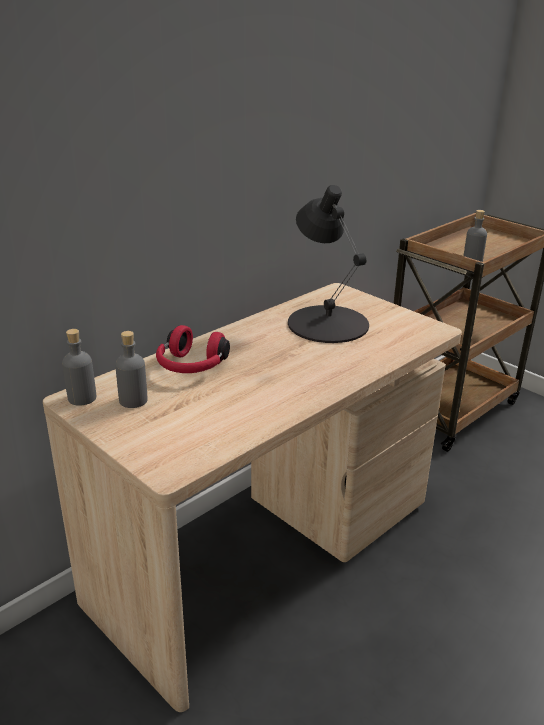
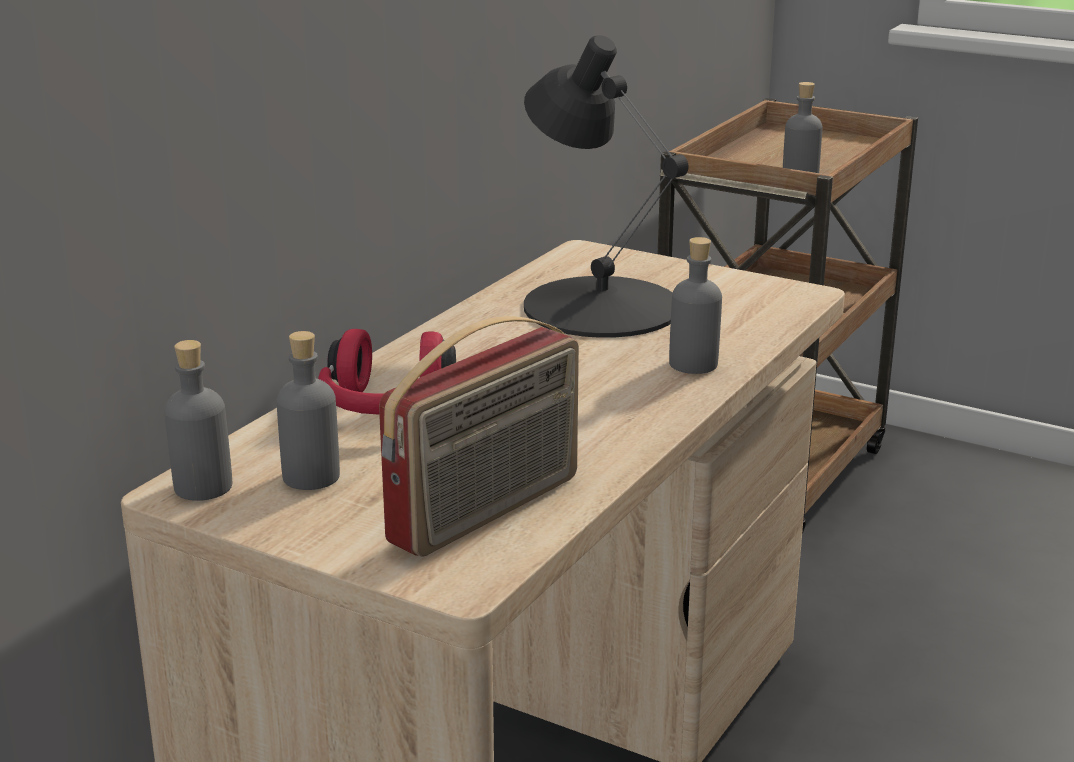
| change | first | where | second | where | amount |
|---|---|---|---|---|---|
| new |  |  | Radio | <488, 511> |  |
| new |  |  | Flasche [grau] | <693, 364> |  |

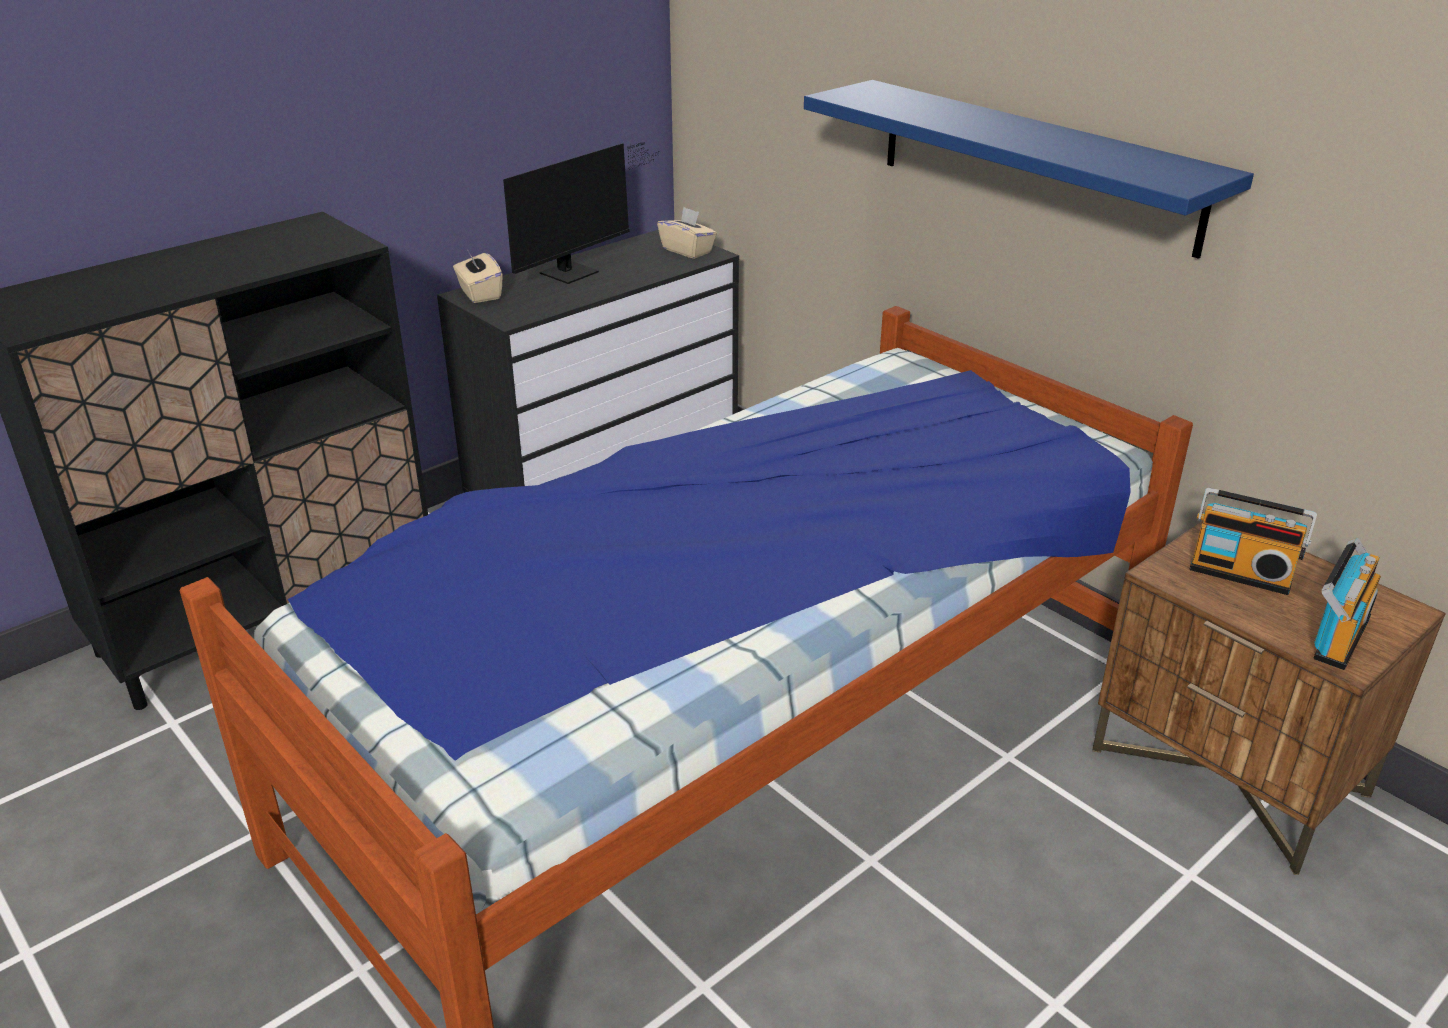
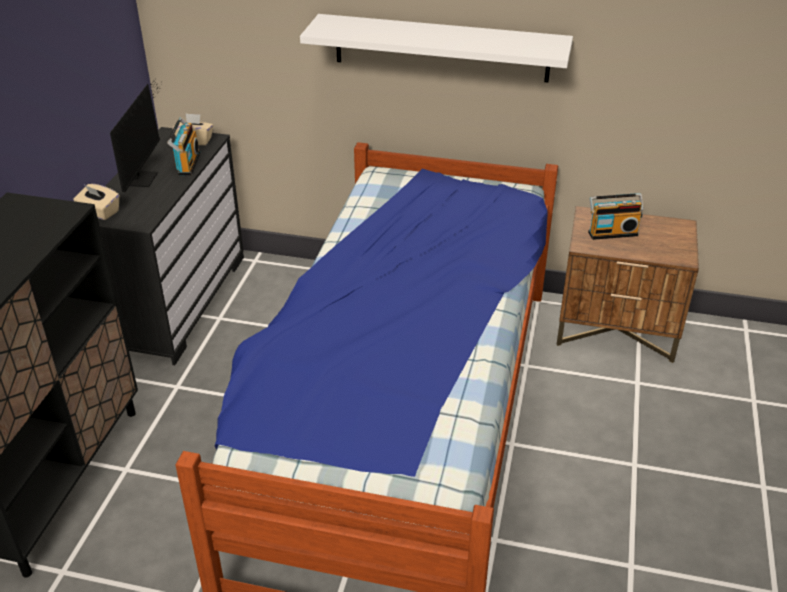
| change | first | where | second | where | amount |
|---|---|---|---|---|---|
| shifted | Radio | <1335, 636> |  | <187, 163> |  |
| repainted | Wandregal [blau] | <1035, 164> | Wandregal [weiß] | <441, 48> |  |

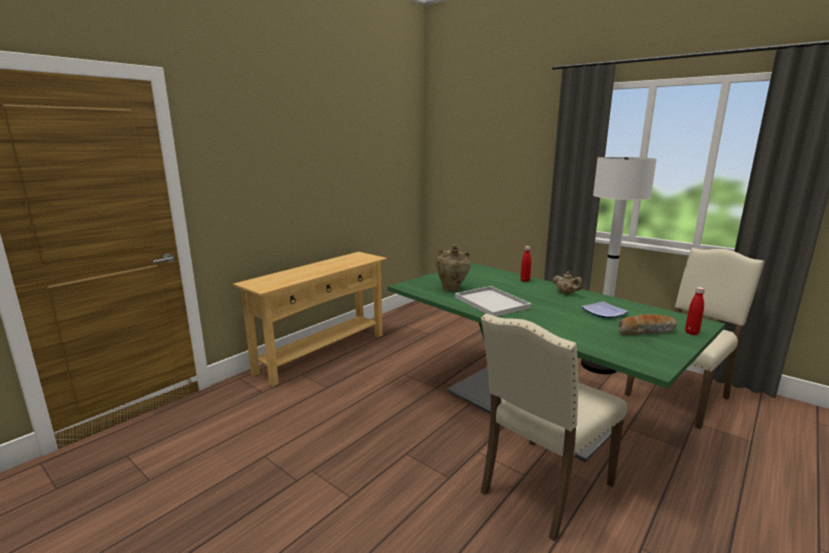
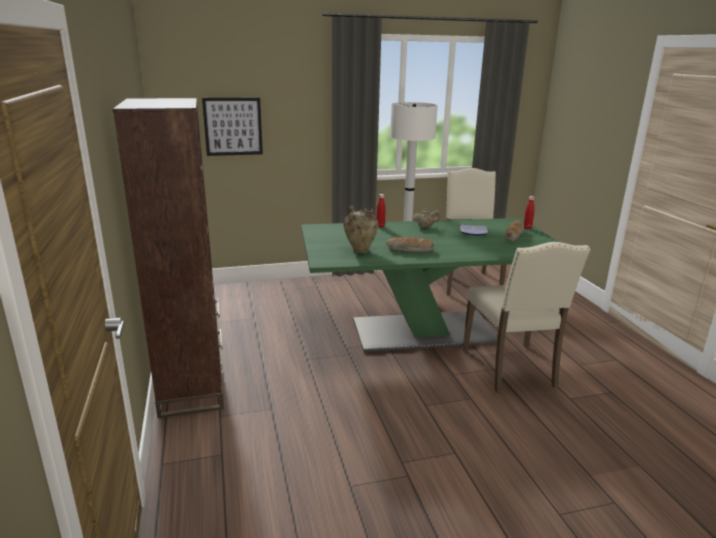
| change | first | where | second | where | amount |
|---|---|---|---|---|---|
| new |  |  | Bild | <233, 126> |  |
| swapped | Konsolentisch [beige] | <322, 352> | Bücherregal [braun] | <192, 387> |  |
| swapped | Tablett [weiß] | <490, 302> | Brot | <409, 250> |  |

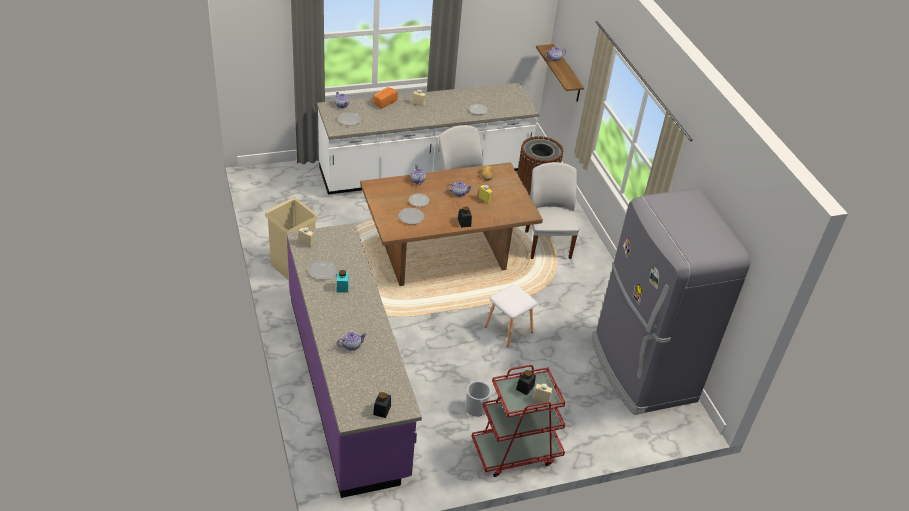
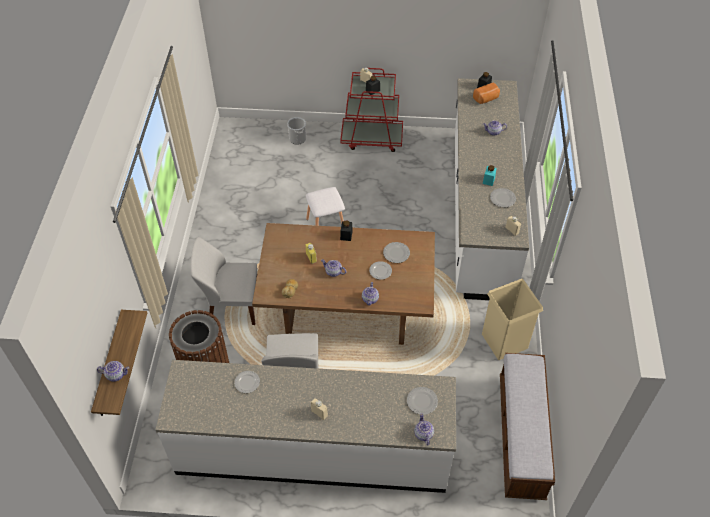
| change | first | where | second | where | amount |
|---|---|---|---|---|---|
| gone | Kühlschrank [grau] | <641, 370> |  |  |  |
| new |  |  | Bank | <520, 436> |  |
| shifted | Brot | <384, 102> |  | <486, 99> |  |
| shifted | Eimer | <476, 407> |  | <297, 138> |  |
| repainted | Küchenzeile [lila] | <347, 383> | Küchenzeile [weiß] | <480, 212> |  |
| rotated | Stuhl [weiß] | <547, 243> |  | <232, 306> | 75 degrees clockwise |

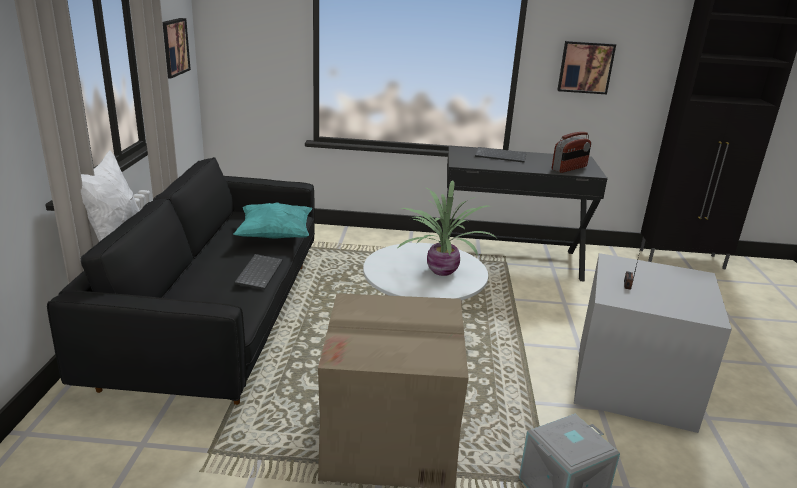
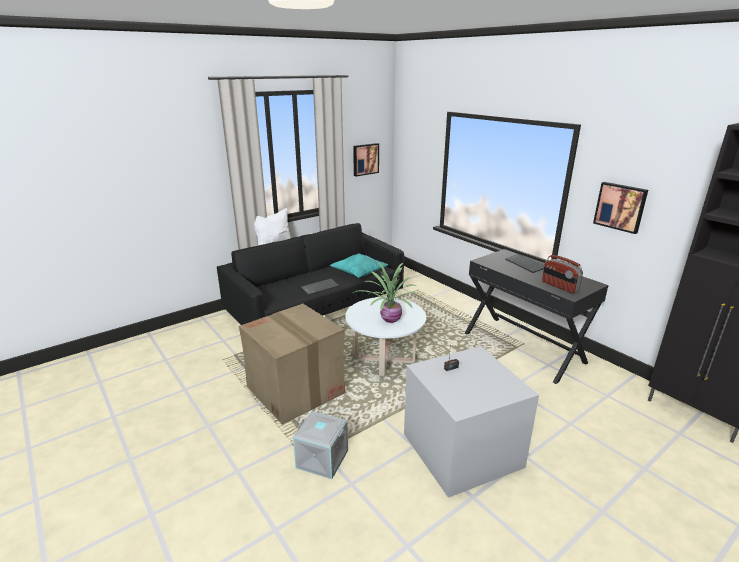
| change | first | where | second | where | amount |
|---|---|---|---|---|---|
| rotated | Radio | <569, 168> |  | <559, 286> | 45 degrees clockwise |

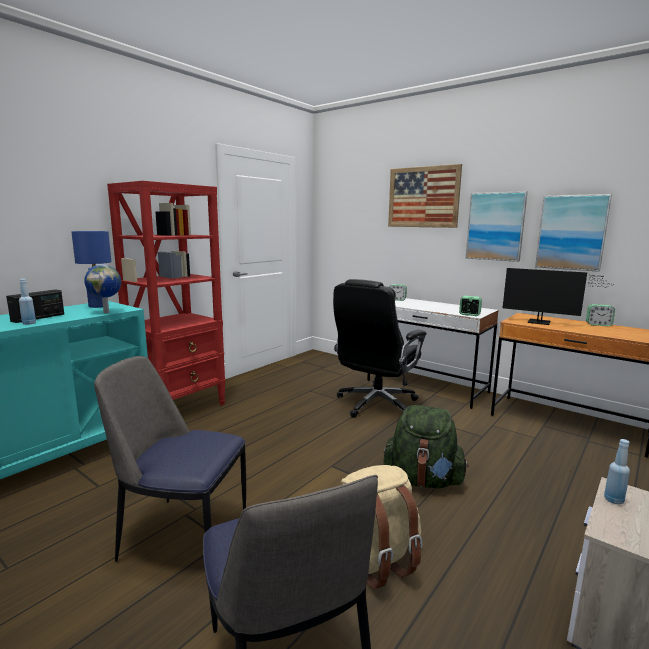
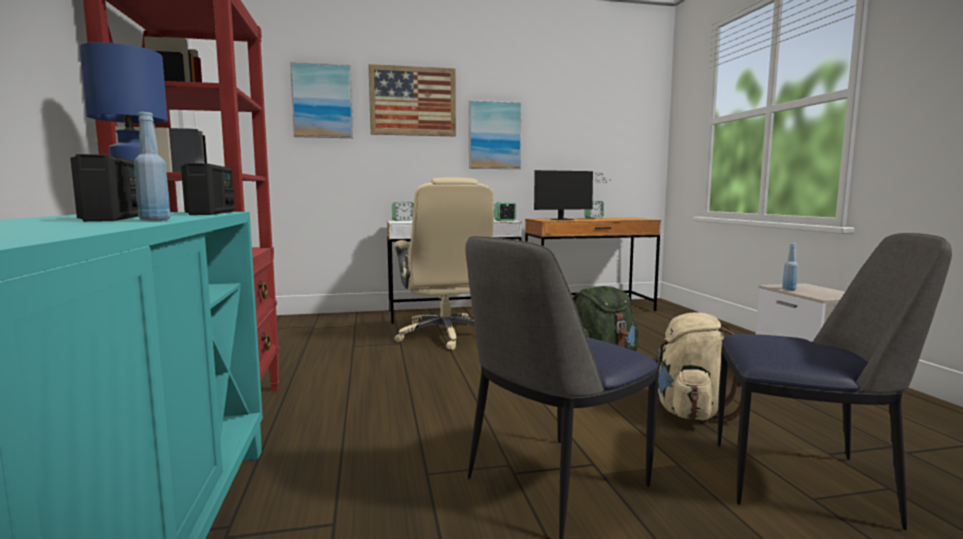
| change | first | where | second | where | amount |
|---|---|---|---|---|---|
| shifted | Bild | <571, 232> |  | <322, 101> |  |
| swapped | Globus | <106, 312> | Radio | <213, 213> |  |
| repainted | Bürostuhl [schwarz] | <376, 404> | Bürostuhl [beige] | <446, 336> |  |

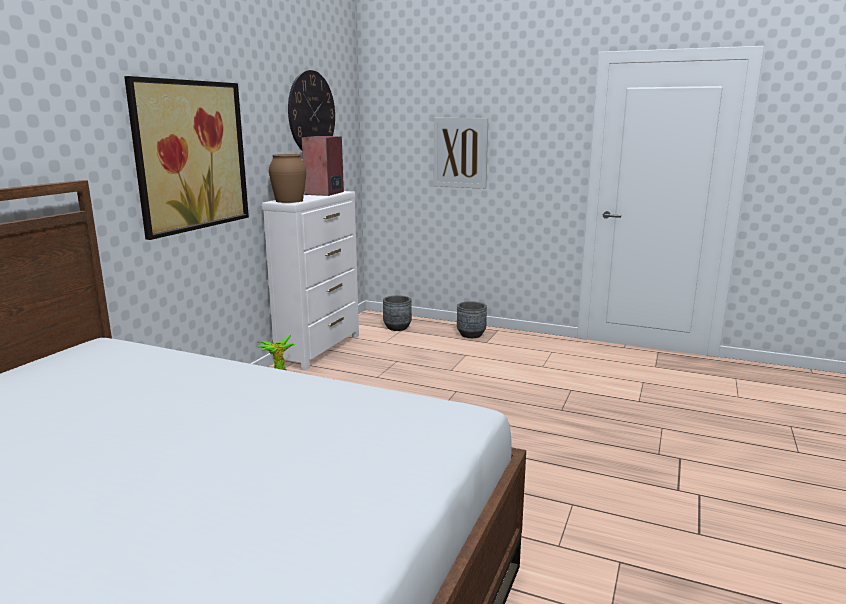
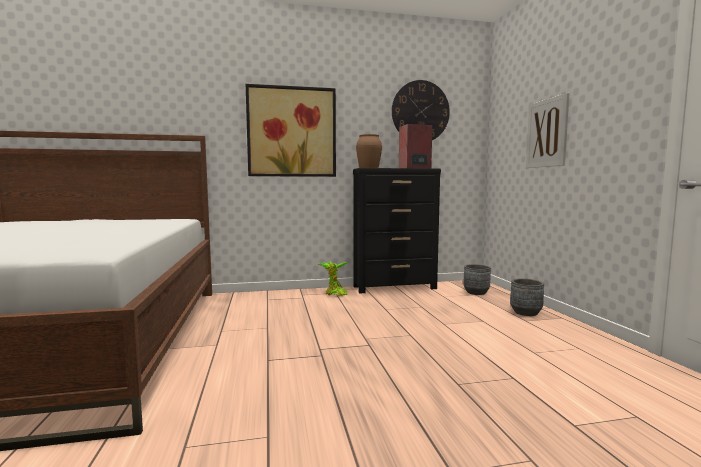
| change | first | where | second | where | amount |
|---|---|---|---|---|---|
| repainted | Kommode [weiß] | <320, 349> | Kommode [schwarz] | <395, 287> |  |

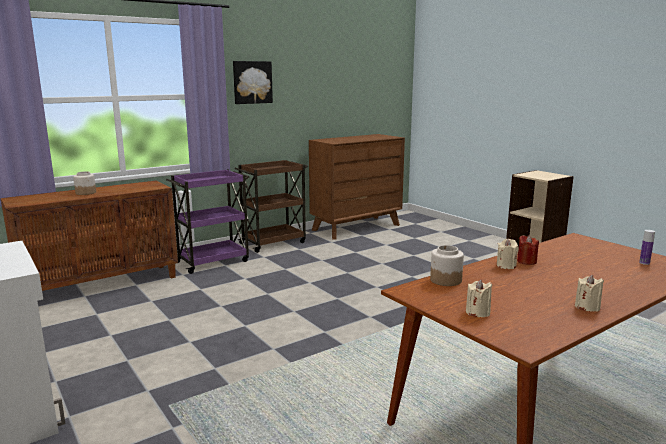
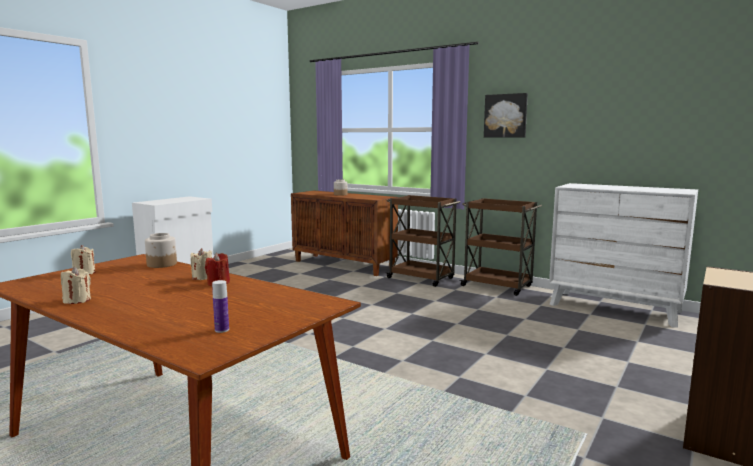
| change | first | where | second | where | amount |
|---|---|---|---|---|---|
| repainted | Rollwagen [lila] | <213, 261> | Rollwagen [braun] | <422, 278> |  |
| repainted | Kommode [braun] | <356, 227> | Kommode [weiß] | <614, 308> |  |

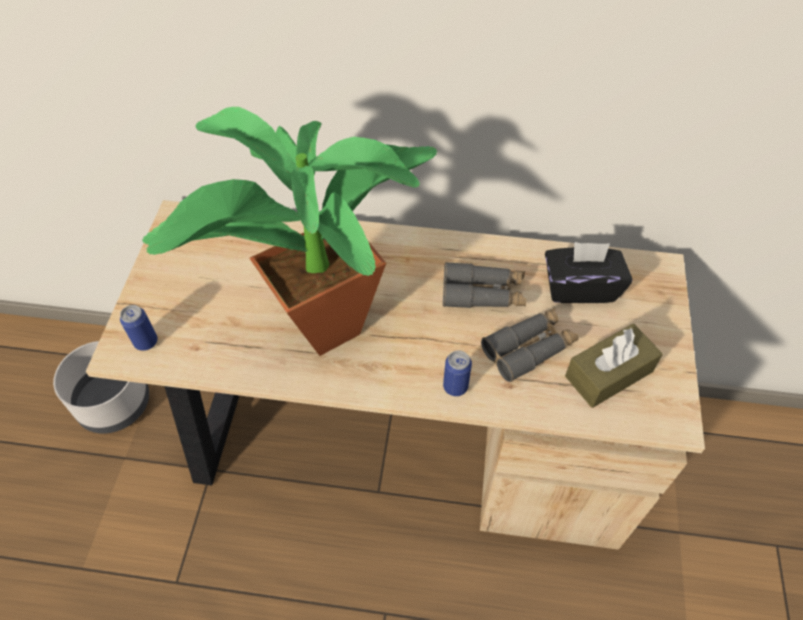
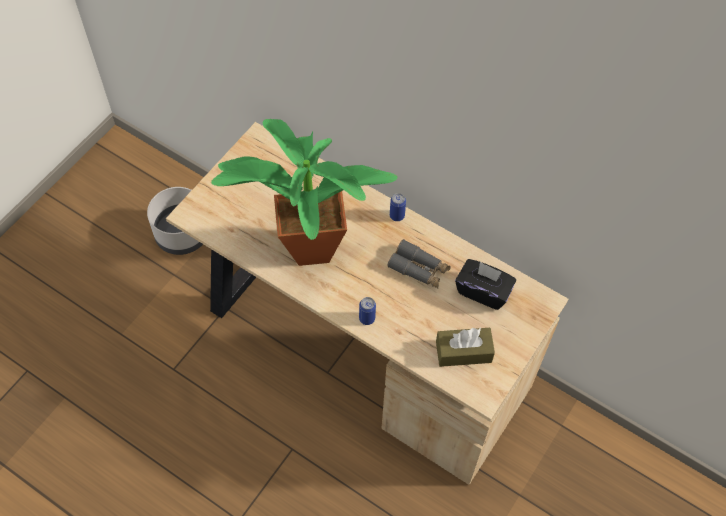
| change | first | where | second | where | amount |
|---|---|---|---|---|---|
| gone | Fernglas [grau] | <529, 348> |  |  |  |
| shifted | Dose | <146, 342> |  | <397, 216> |  |

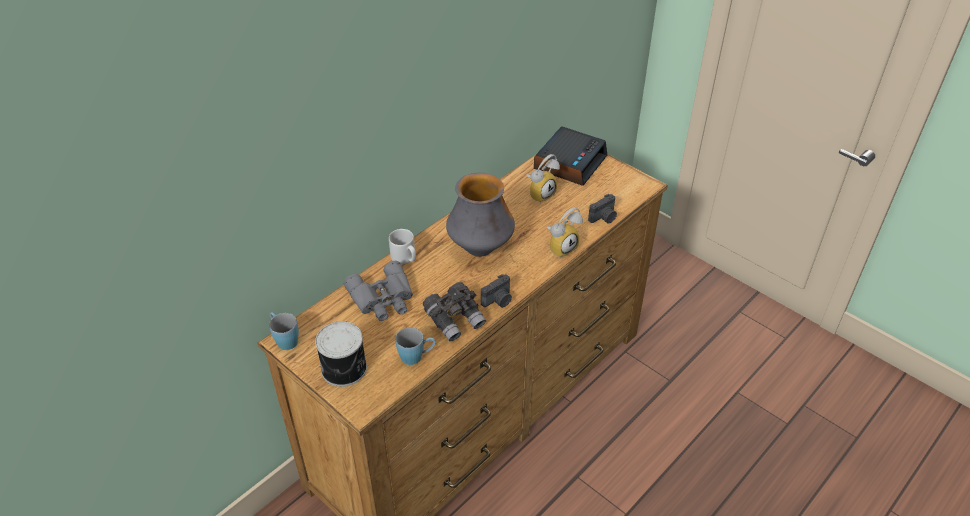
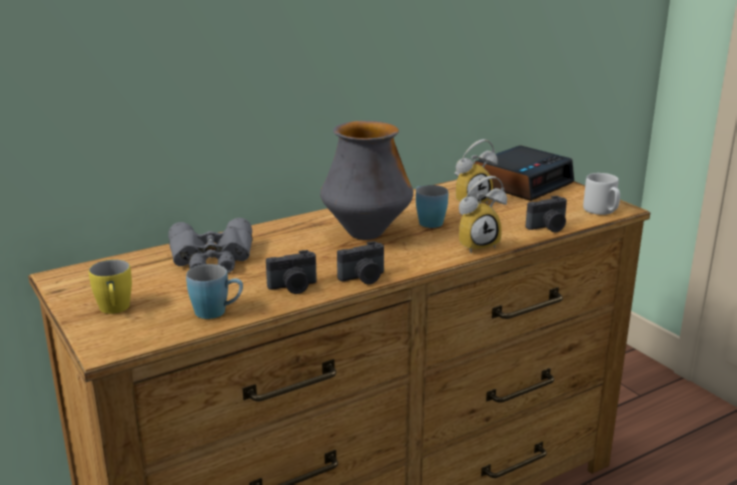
| change | first | where | second | where | amount |
|---|---|---|---|---|---|
| shifted | Henkelbecher [blau] | <284, 339> |  | <427, 221> |  |
| shifted | Henkelbecher [grau] | <405, 258> |  | <601, 211> |  |
| swapped | Dose | <345, 368> | Henkelbecher [gelb] | <115, 310> |  |
| swapped | Fernglas [grau] | <455, 320> | Kamera | <293, 287> |  |

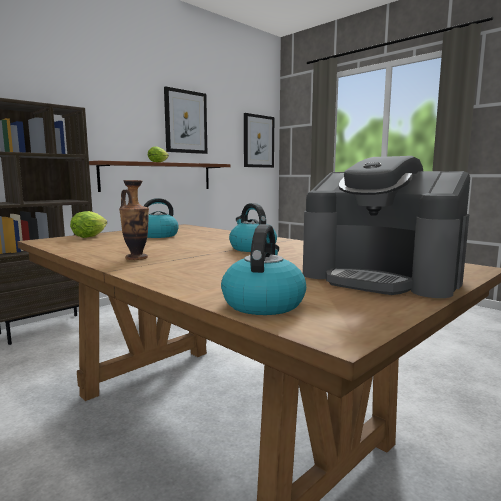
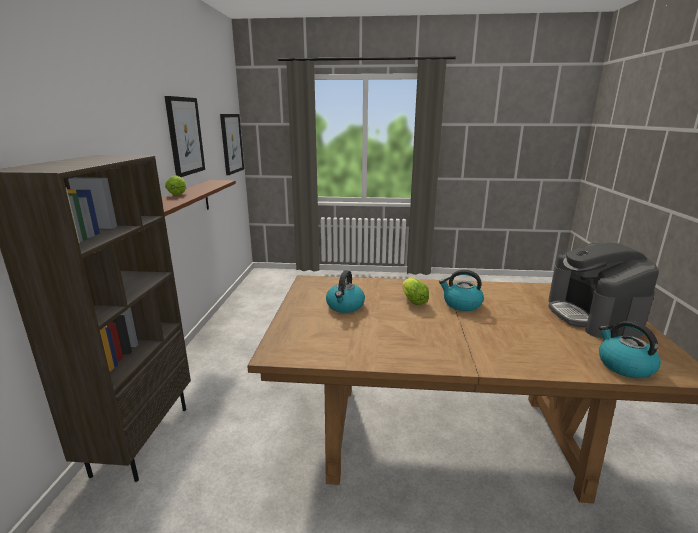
| change | first | where | second | where | amount |
|---|---|---|---|---|---|
| gone | Vase | <136, 258> |  |  |  |
| shifted | Salatkopf | <91, 236> |  | <412, 300> |  |
| rotated | Kaffeemaschine | <381, 277> |  | <593, 316> | 90 degrees clockwise |

